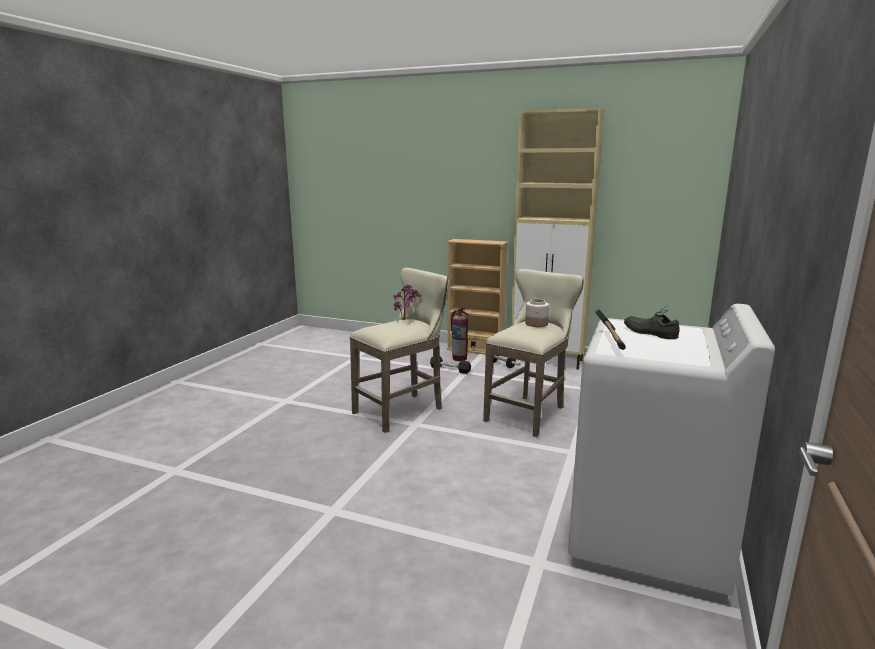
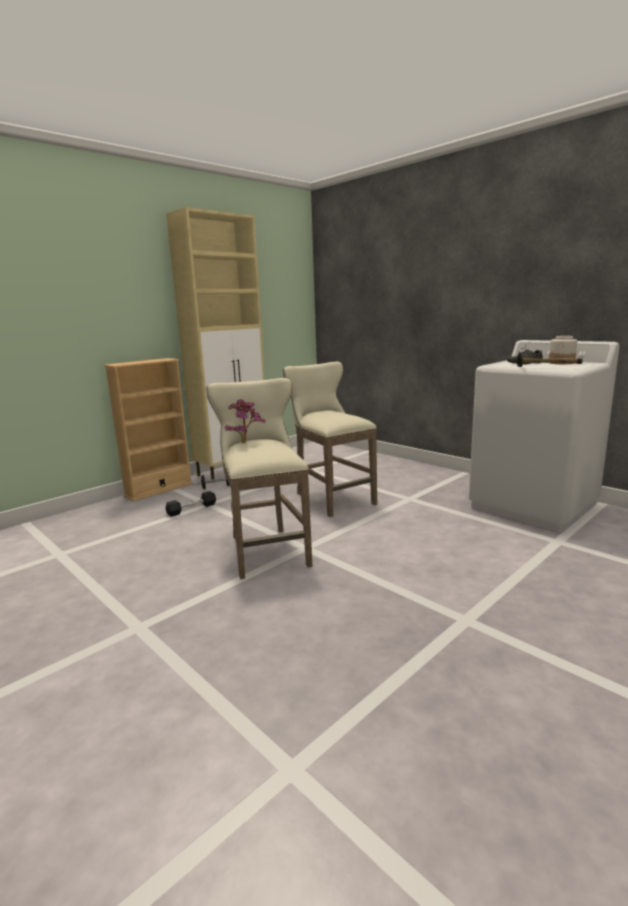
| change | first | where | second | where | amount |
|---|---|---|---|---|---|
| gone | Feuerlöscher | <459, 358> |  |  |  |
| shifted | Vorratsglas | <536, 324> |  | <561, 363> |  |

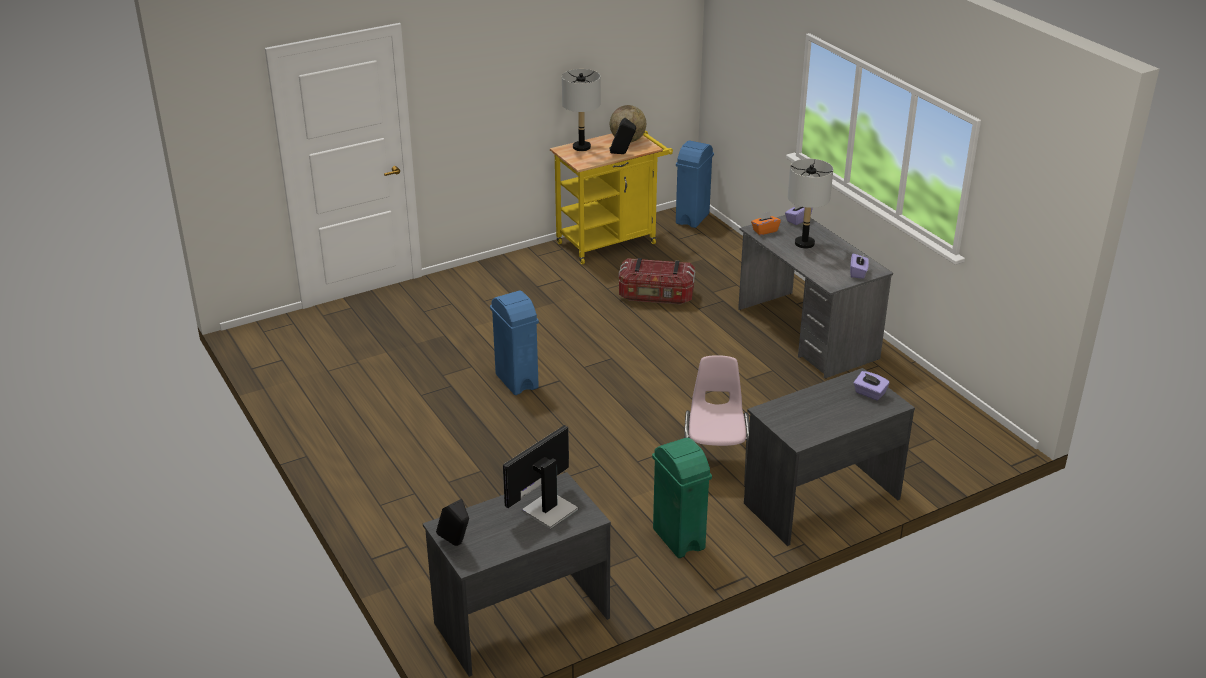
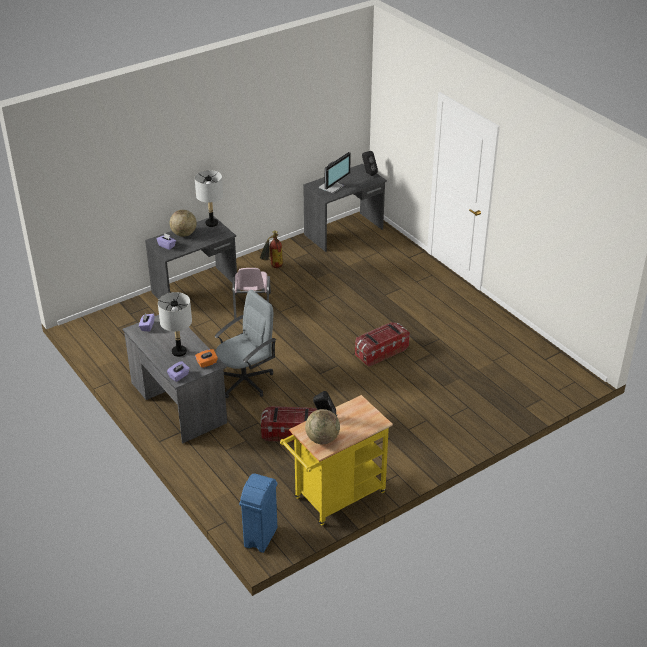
| change | first | where | second | where | amount |
|---|---|---|---|---|---|
| new |  |  | Globus | <184, 234> |  |
| new |  |  | Bürostuhl [grau] | <245, 381> |  |
| shifted | Tischlampe [grau] | <581, 147> |  | <211, 223> |  |
| swapped | Mülleimer [blau] | <516, 381> | Aufbewahrungsbox | <380, 352> |  |
| swapped | Mülleimer [grün] | <678, 539> | Feuerlöscher | <272, 267> |  |

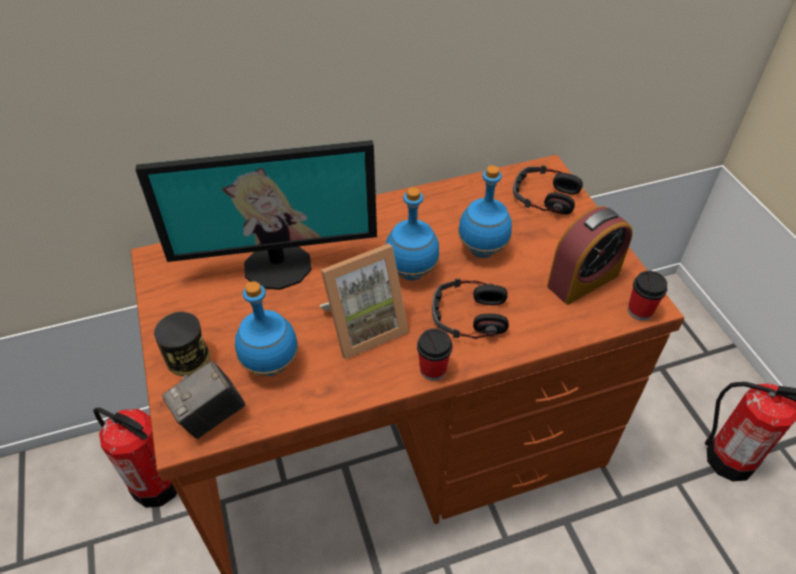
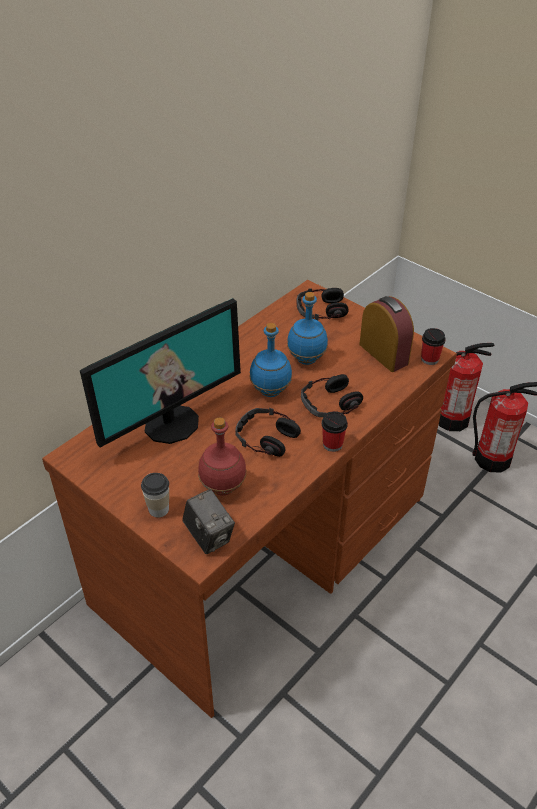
| change | first | where | second | where | amount |
|---|---|---|---|---|---|
| shifted | Feuerlöscher | <156, 483> |  | <451, 419> |  |
| swapped | Dose | <188, 358> | Tasse | <158, 509> |  |
| swapped | Bilderrahmen | <363, 326> | Kopfhörer | <266, 438> |  |
| repainted | Flasche [blau] | <271, 364> | Flasche [rot] | <223, 487> |  |
| rotated | Kamera | <211, 416> |  | <209, 536> | 60 degrees counterclockwise |
| rotated | Wecker | <583, 280> |  | <383, 354> | 60 degrees counterclockwise |

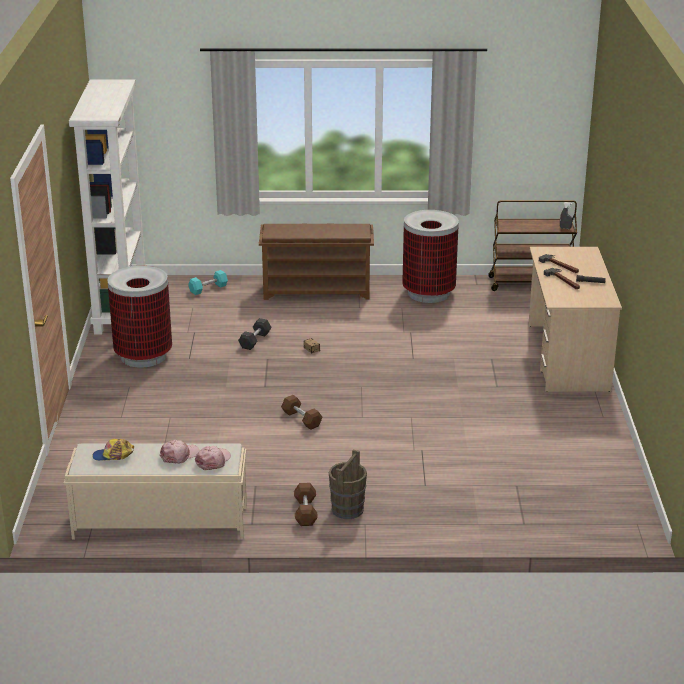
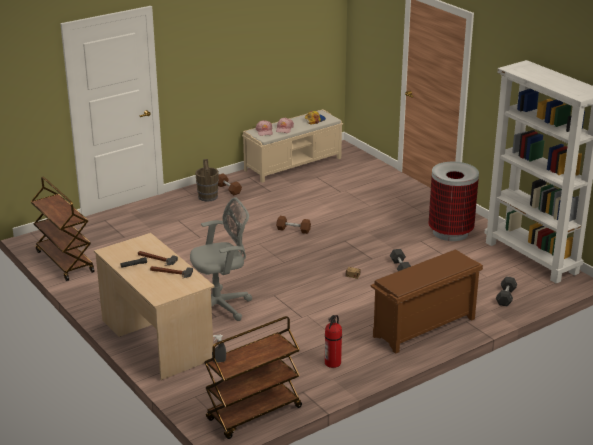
| change | first | where | second | where | amount |
|---|---|---|---|---|---|
| new |  |  | Rollwagen [braun] | <64, 261> |  |
| new |  |  | Bürostuhl [grau] | <220, 306> |  |
| swapped | Mülleimer | <428, 293> | Feuerlöscher | <333, 363> |  |
| repainted | Hantel [türkis] | <208, 289> | Hantel [grau] | <506, 297> |  |

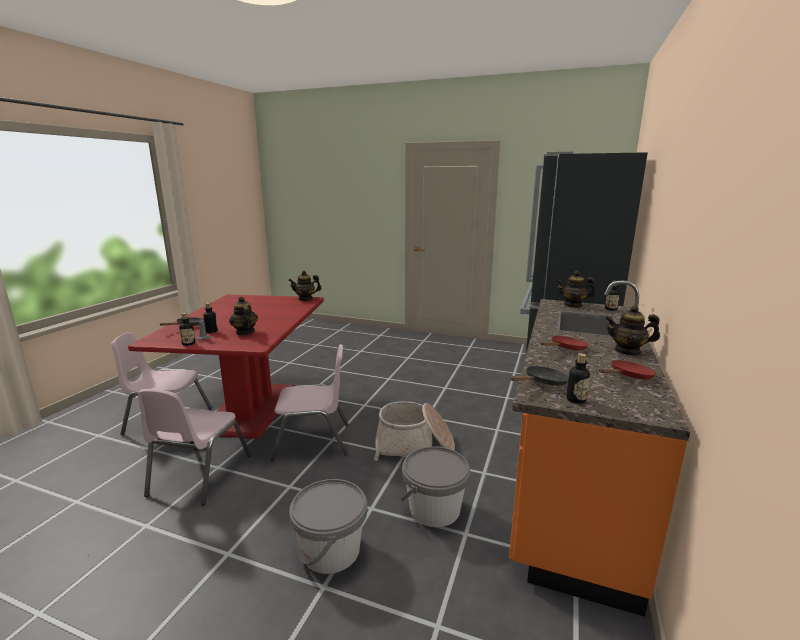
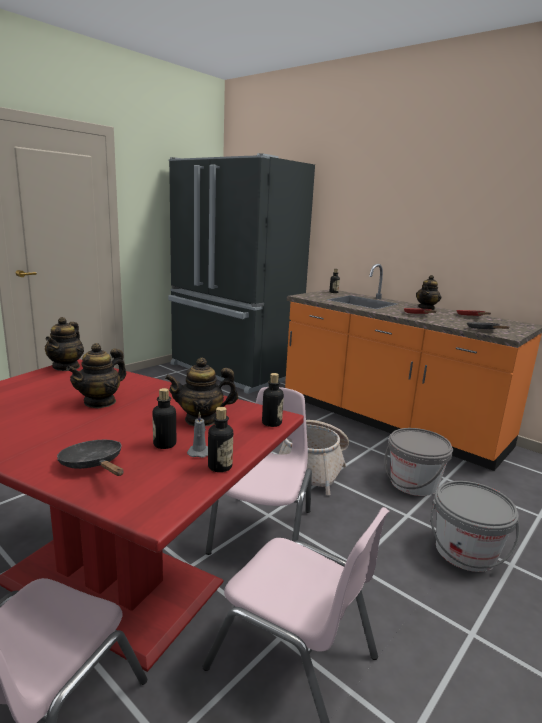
| change | first | where | second | where | amount |
|---|---|---|---|---|---|
| shifted | Teekanne | <573, 305> |  | <100, 402> |  |
| shifted | Flasche | <576, 400> |  | <271, 423> |  |

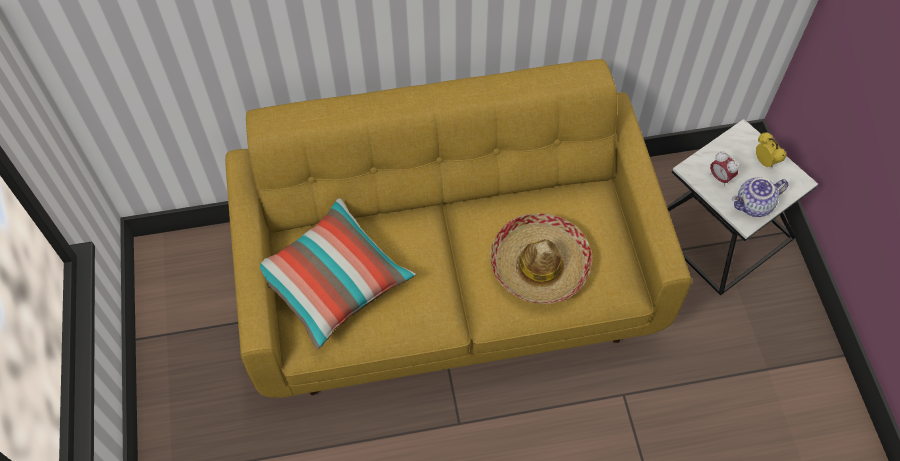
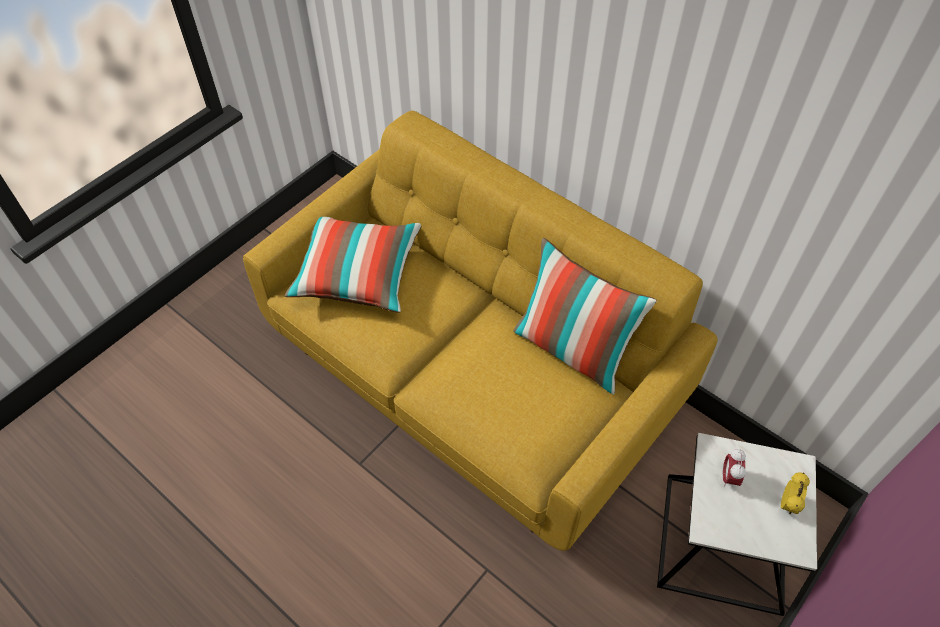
| change | first | where | second | where | amount |
|---|---|---|---|---|---|
| gone | Hut | <539, 265> |  |  |  |
| gone | Teekanne | <754, 206> |  |  |  |
| new |  |  | Kissen | <573, 350> |  |

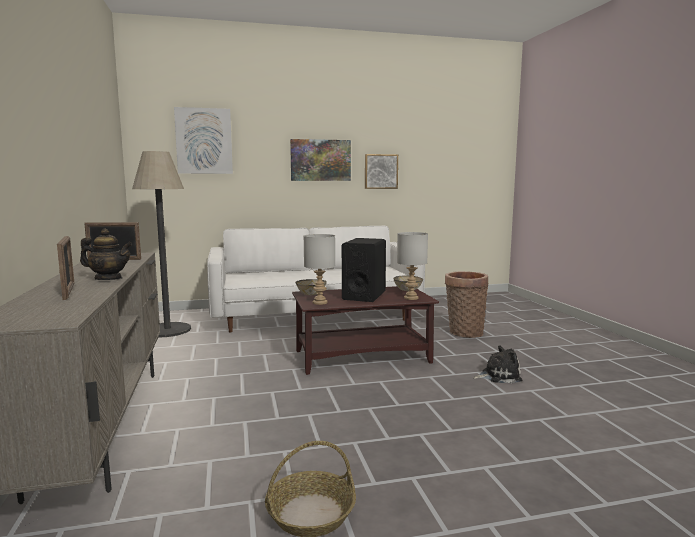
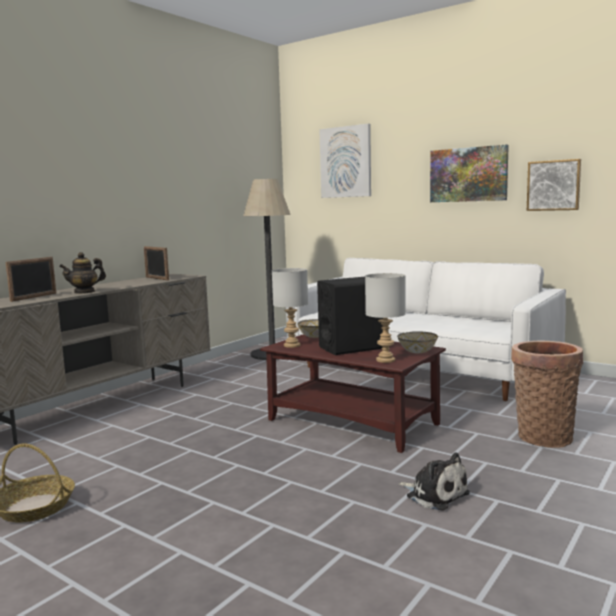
| change | first | where | second | where | amount |
|---|---|---|---|---|---|
| rotated | Teekanne | <108, 279> |  | <84, 292> | 90 degrees clockwise |

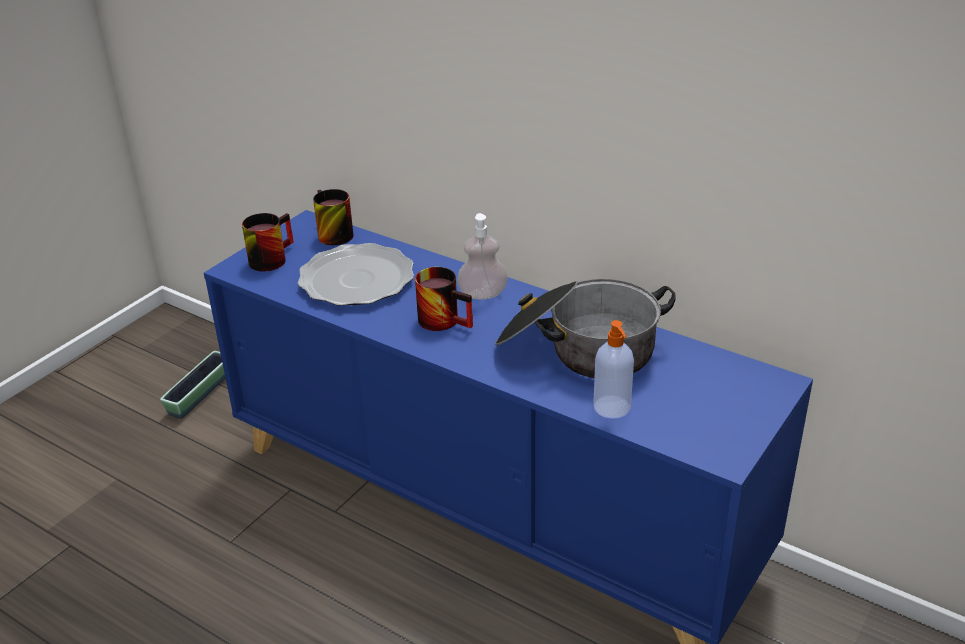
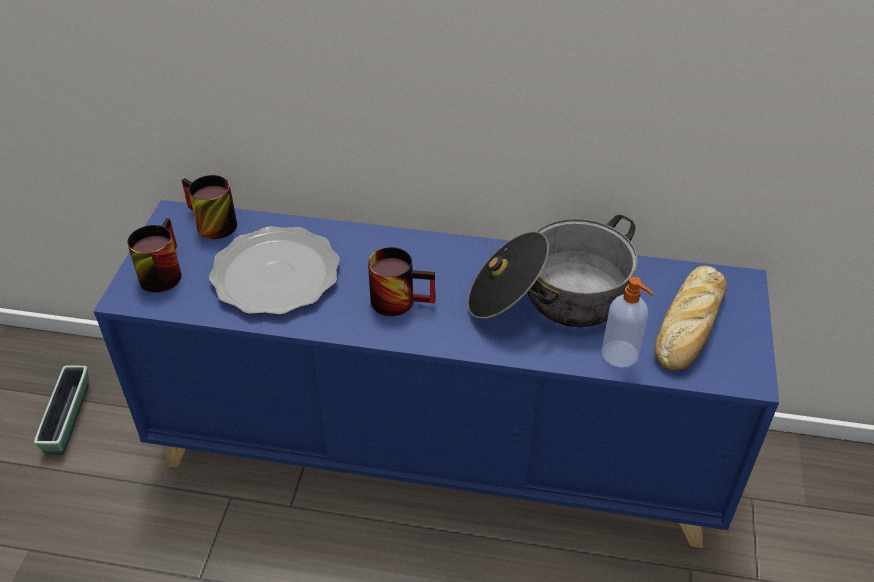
| change | first | where | second | where | amount |
|---|---|---|---|---|---|
| gone | Seifenspender | <482, 294> |  |  |  |
| new |  |  | Brot | <689, 326> |  |

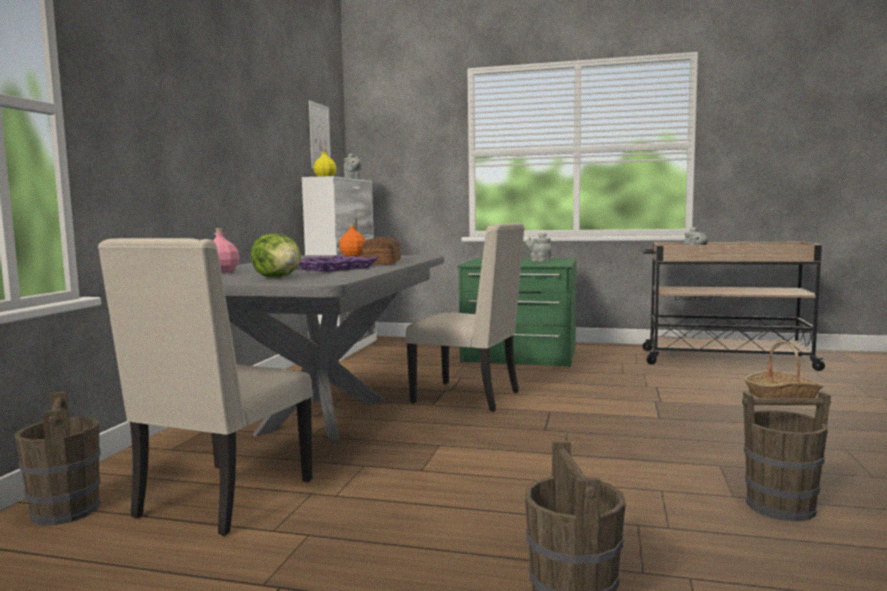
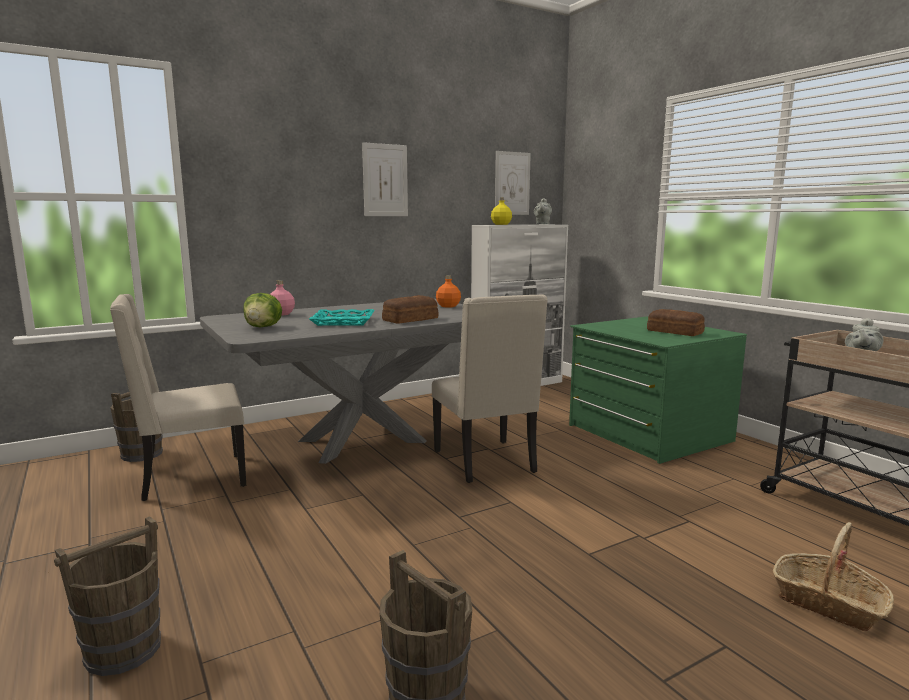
| change | first | where | second | where | amount |
|---|---|---|---|---|---|
| new |  |  | Bild | <385, 180> |  |
| swapped | Teekanne [grau] | <539, 261> | Brot | <675, 332> |  |
| repainted | Tablett [lila] | <332, 268> | Tablett [türkis] | <343, 322> |  |

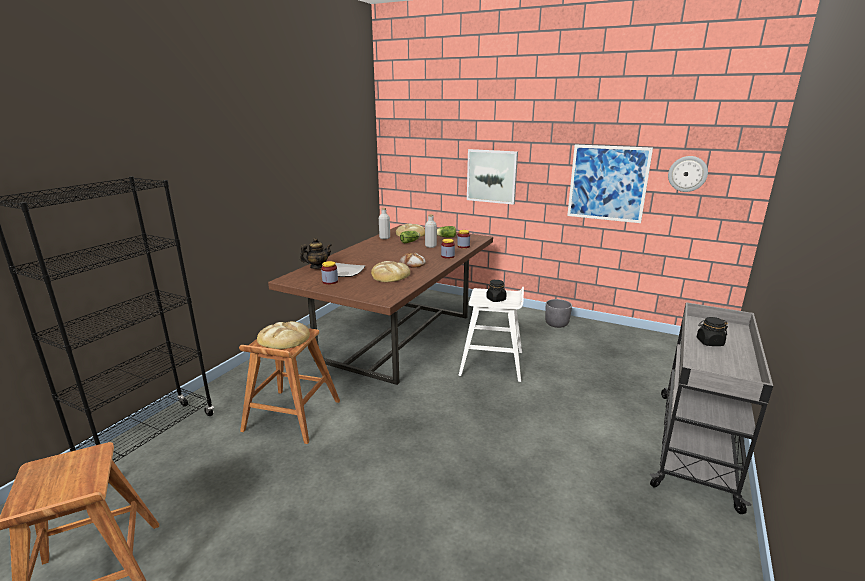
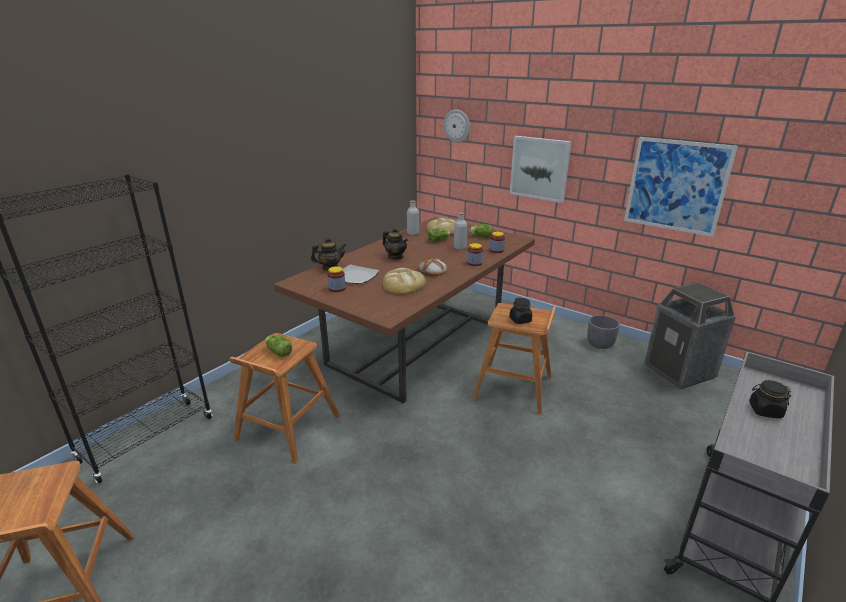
| change | first | where | second | where | amount |
|---|---|---|---|---|---|
| new |  |  | Teekanne | <395, 257> |  |
| new |  |  | Mülleimer | <679, 371> |  |
| shifted | Wanduhr | <687, 174> |  | <457, 126> |  |
| swapped | Brot | <284, 339> | Salatkopf | <278, 352> |  |
| repainted | Hocker [weiß] | <492, 363> | Hocker [braun] | <514, 387> |  |

